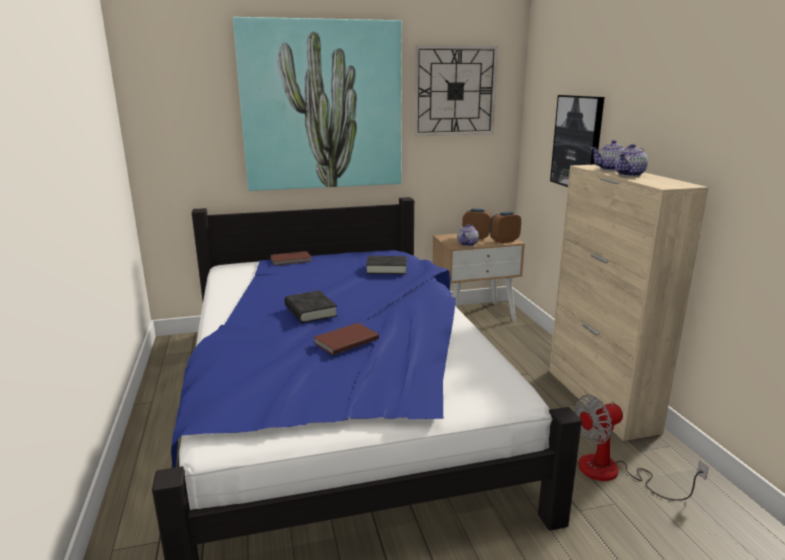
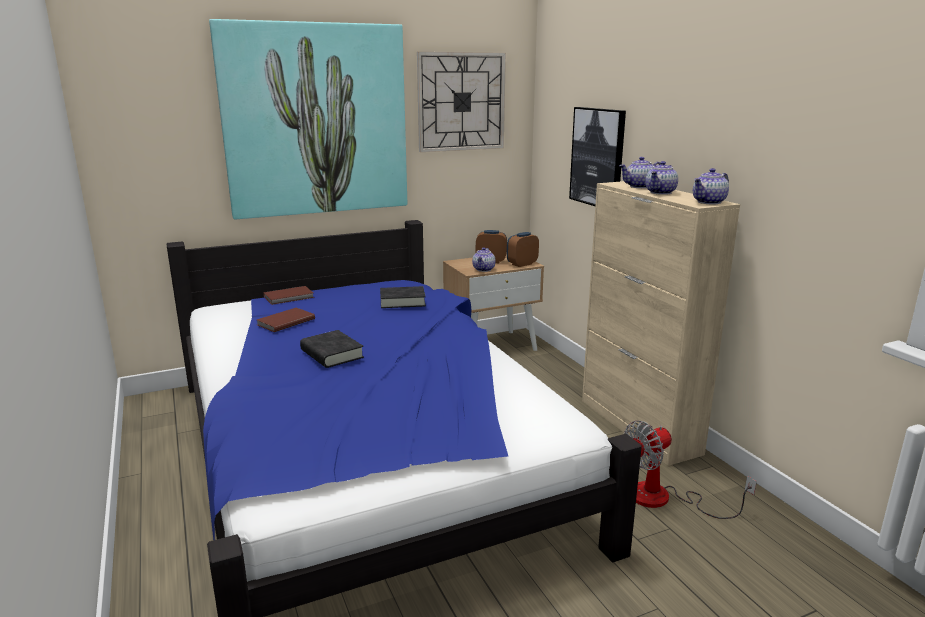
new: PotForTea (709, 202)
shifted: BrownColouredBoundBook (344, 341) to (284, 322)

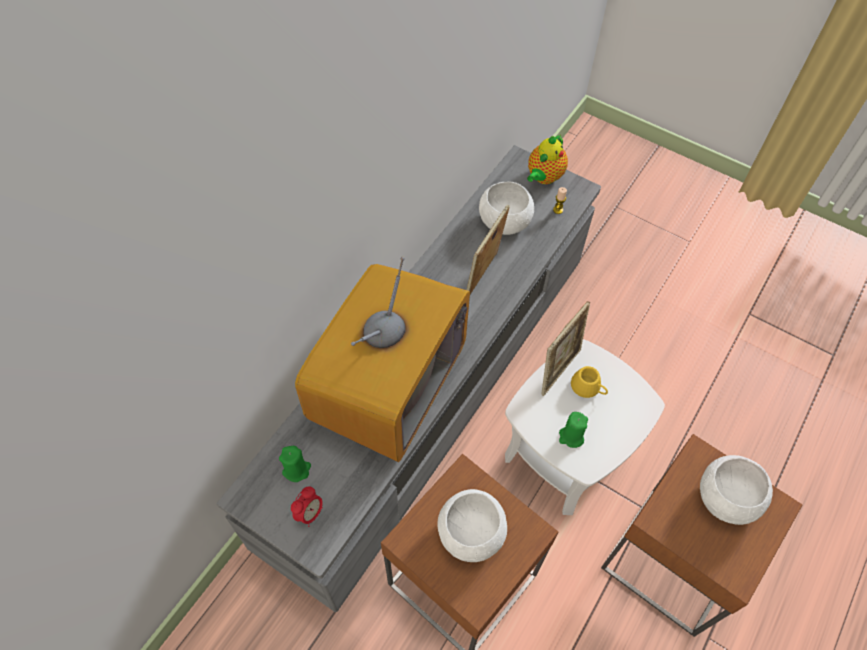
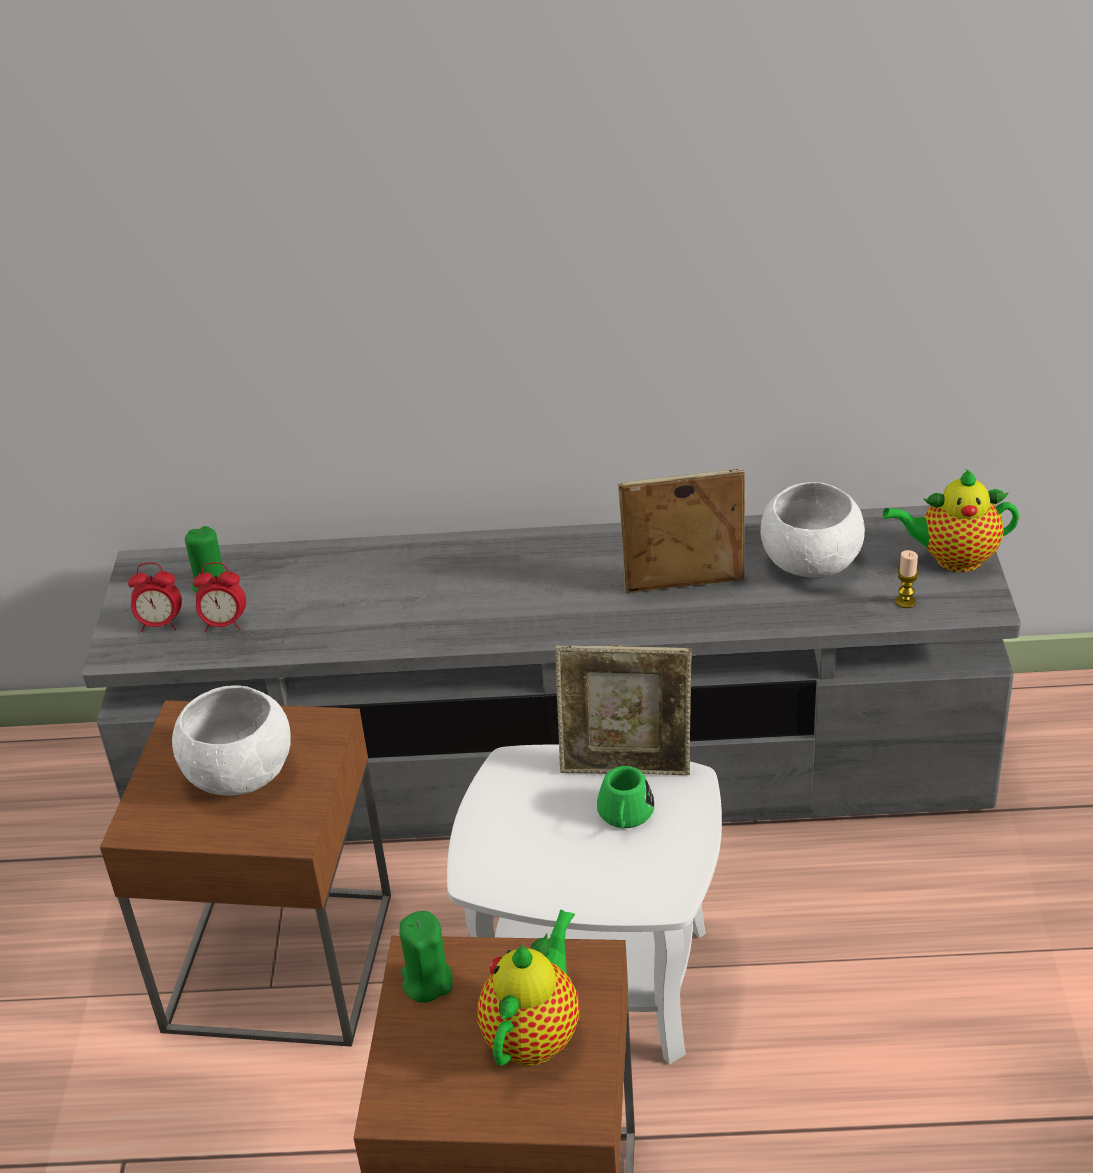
gone: TvSet (388, 386)
new: BedsideClock (224, 624)
shifted: GreenColouredWaxCandle (571, 436) to (427, 981)
swapped: WhitishDeepDish (727, 498) to PotForTea (535, 1034)
repainted: YellowColouredTeaMug (588, 388) to GreenColouredTeaMug (625, 816)

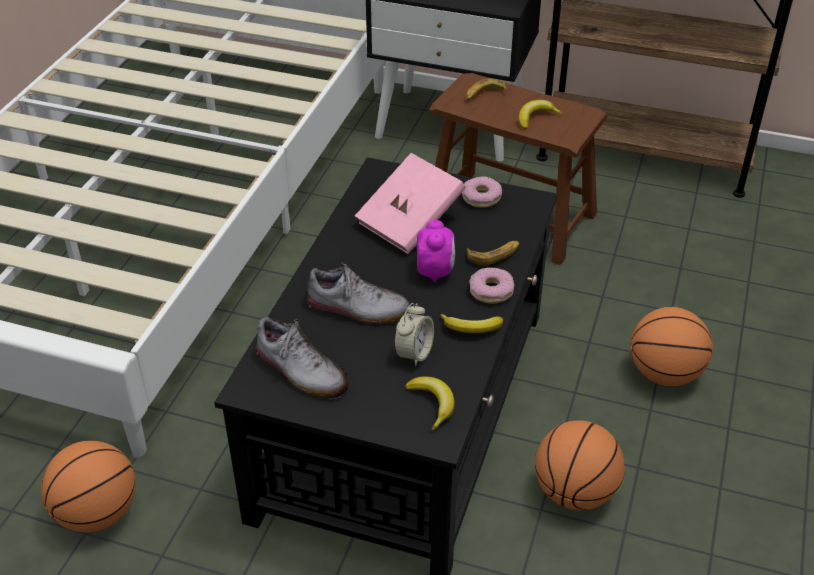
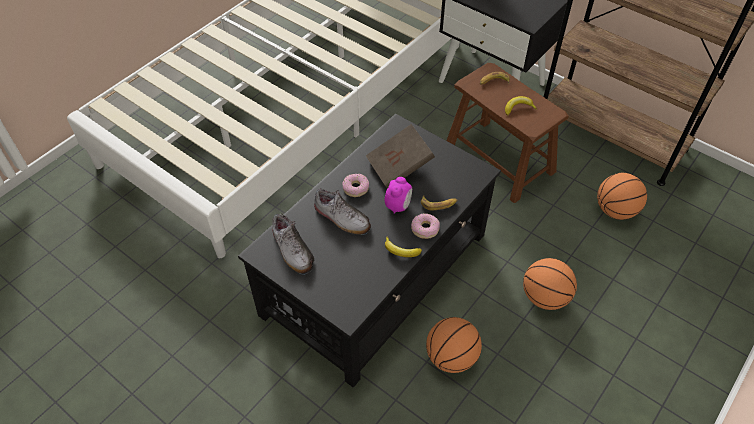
gone: BedsideClock (414, 353); Banana (432, 404)
shifted: BallForBasketball (97, 513) to (615, 210); RingDoughnut (481, 197) to (355, 188)
repainted: PinkBoundBook (410, 222) to BrownColouredBoundBook (399, 167)

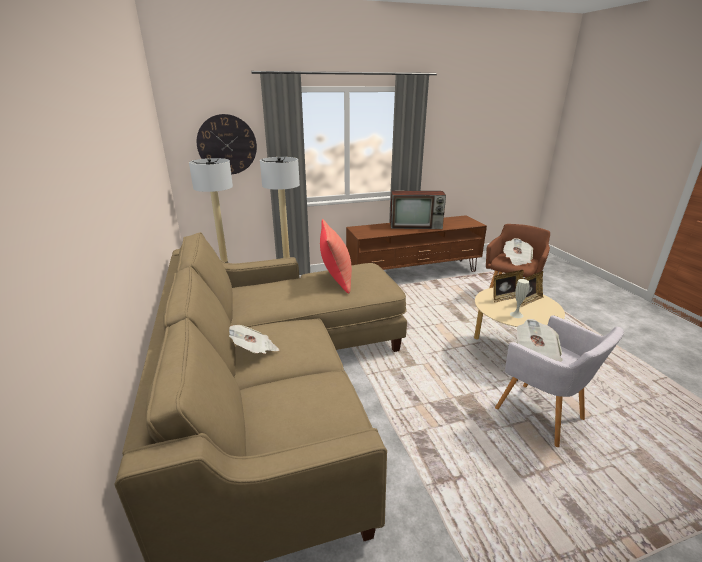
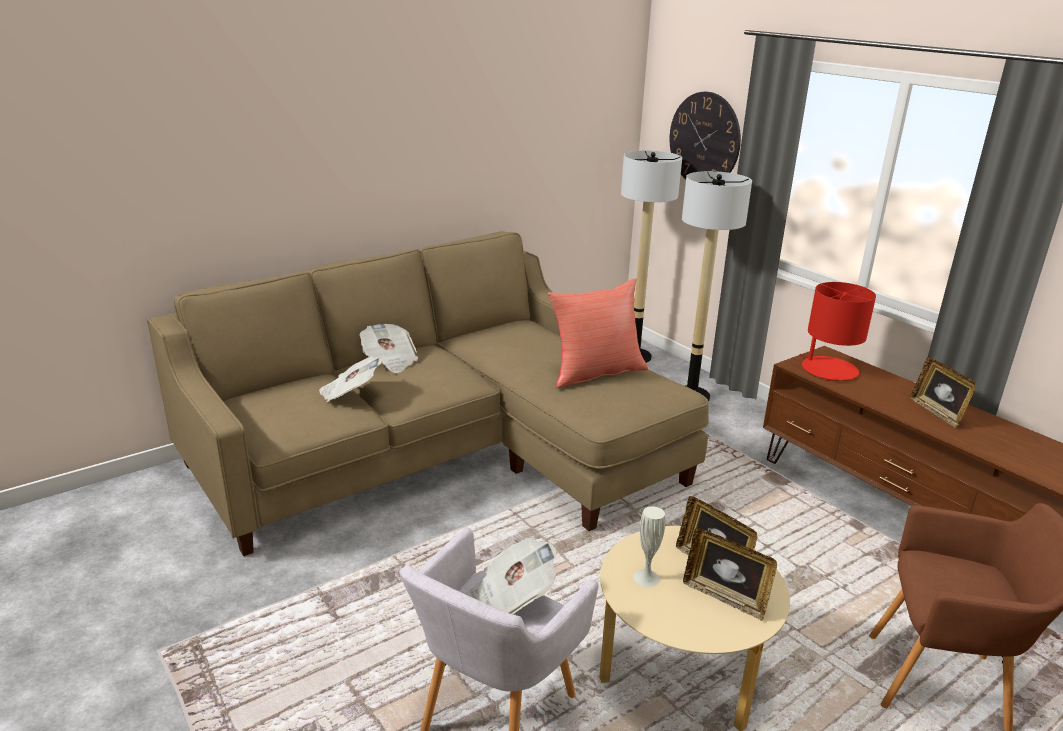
new: RedTableLamp (828, 369)
shifted: Newspaper (516, 260) to (350, 393)
swapped: TvSet (416, 226) to PictureFrame (937, 412)

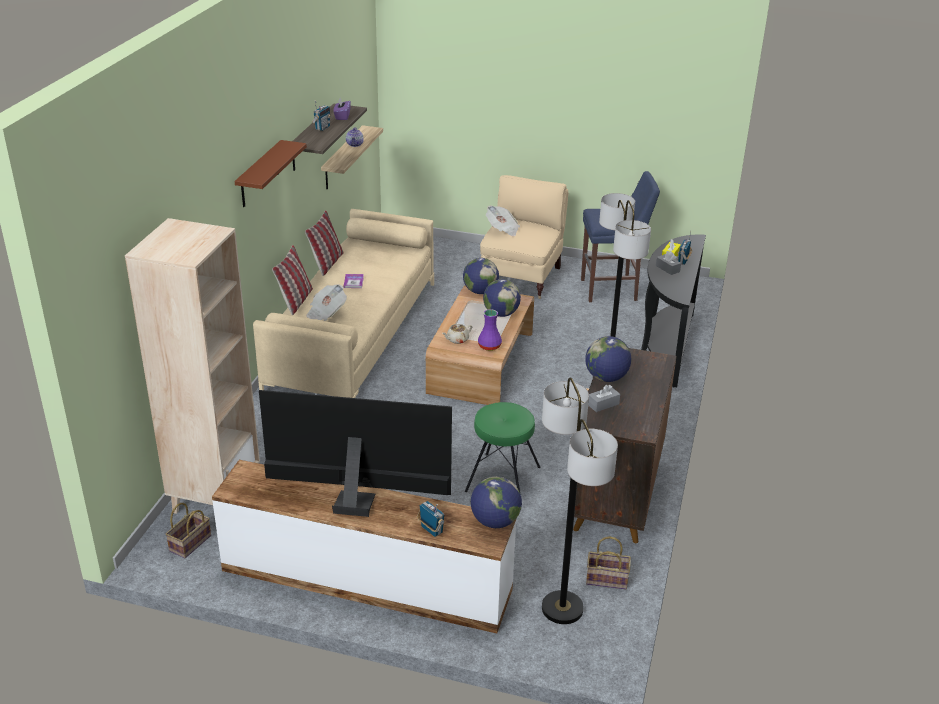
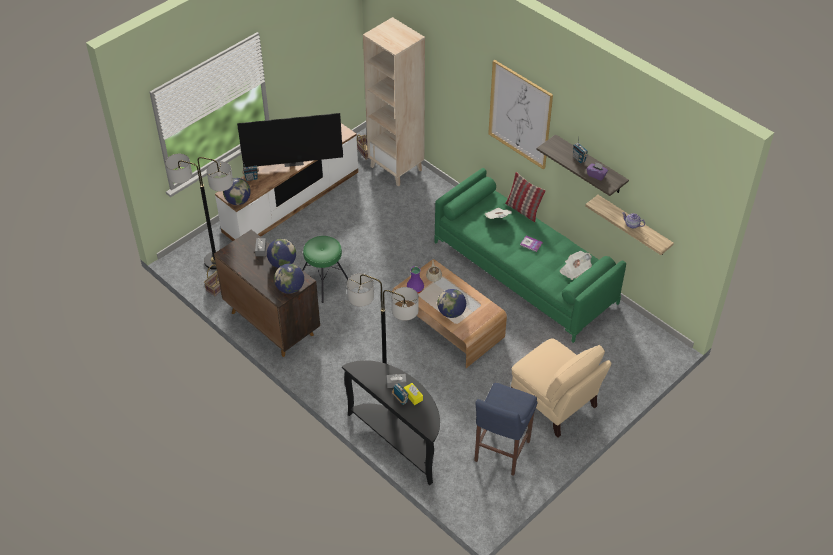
gone: ThrowPillow (327, 263)
shifted: Globe (480, 291) to (290, 288); Newspaper (502, 229) to (574, 270)
swapped: BrownColouredShelf (259, 174) to Picture (520, 114)
repainted: SandColouredSofa (353, 335) to GreenColouredSofa (524, 272)
rotated: TvSet (355, 499) = (293, 161) 45 degrees clockwise

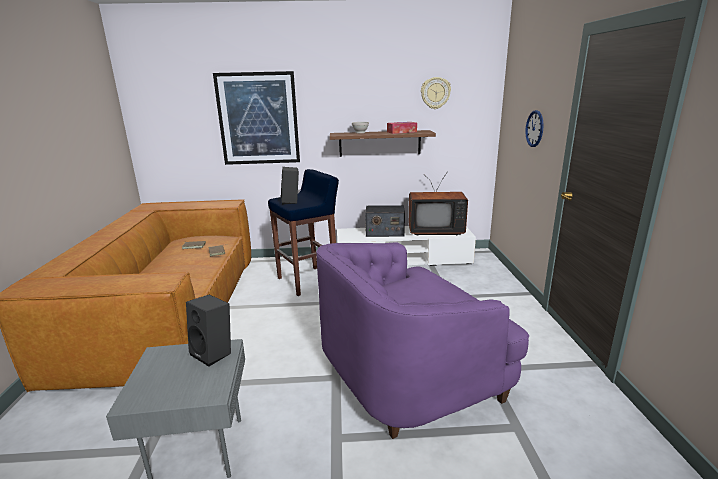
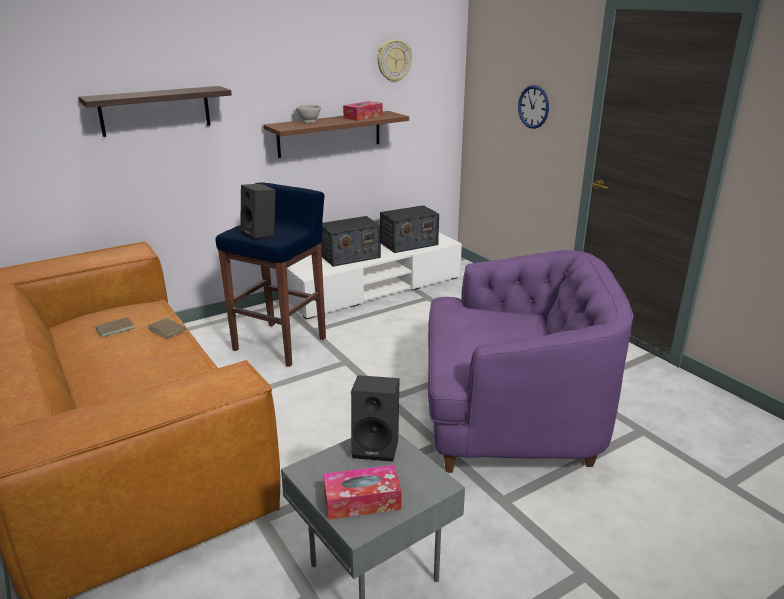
new: BoxOfTissues (362, 501)
swapped: Picture (258, 119) to Shelf (155, 111); TvSet (434, 231) to RadioSet (408, 244)
rotated: PurpleColouredLoungeChair (409, 374) = (509, 416) 120 degrees counterclockwise

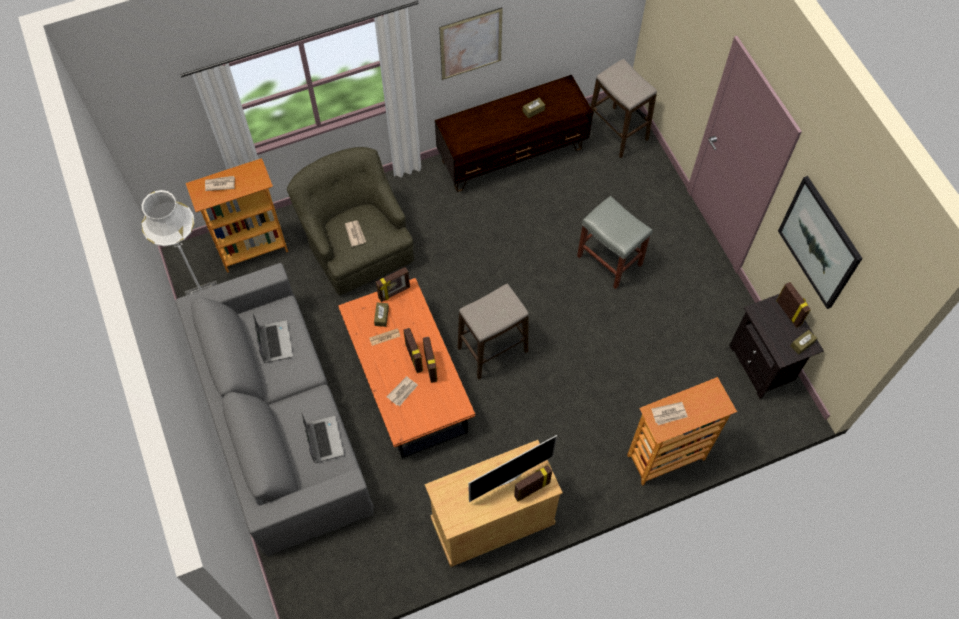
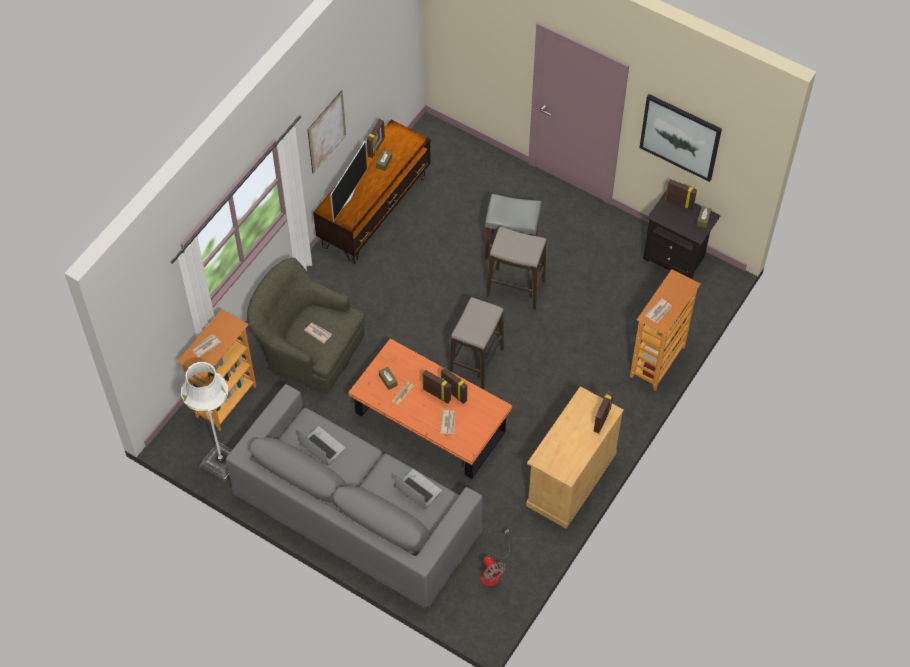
new: CoolingFan (493, 571)
shifted: PictureFrame (394, 293) to (376, 147); TvSet (509, 477) to (347, 197); StoolSeat (617, 132) to (515, 289)

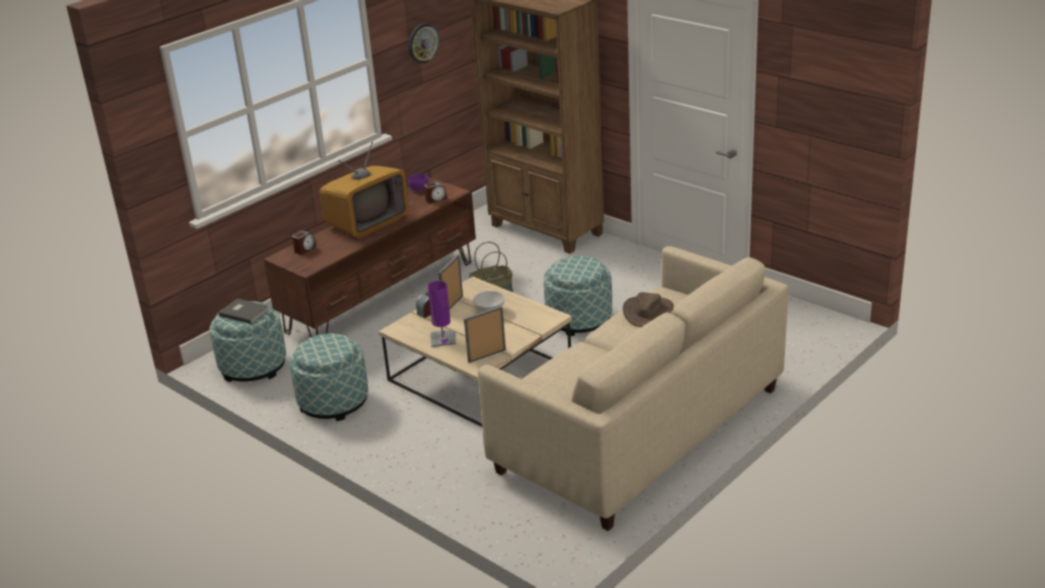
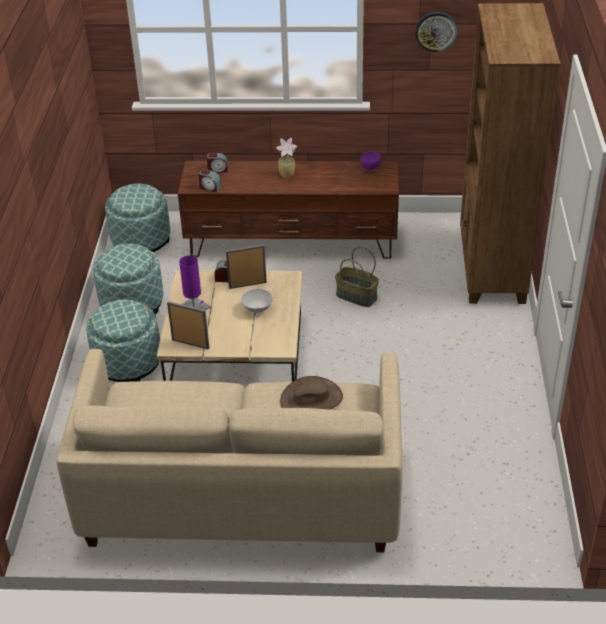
gone: GreyishBoundBook (244, 312)
shifted: BedsideClock (435, 199) to (210, 187); Pouffe (579, 319) to (128, 362)
swapped: TvSet (367, 223) to Houseplant (287, 174)

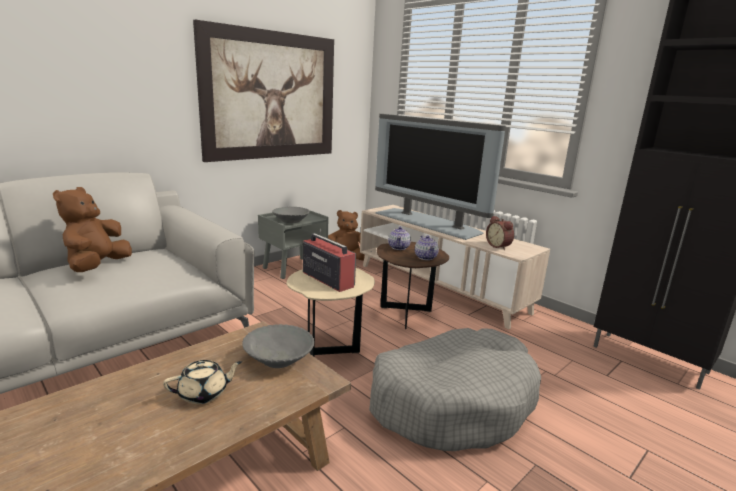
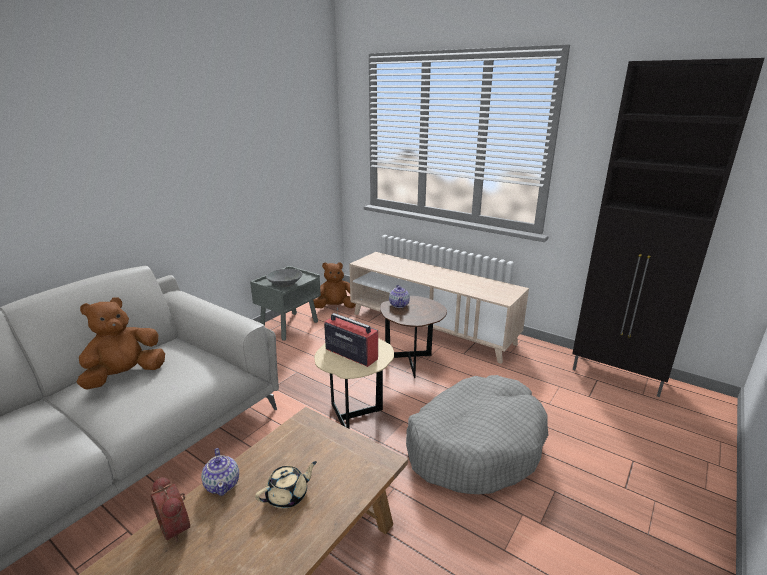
gone: Picture (271, 96); GreyishDeepDish (279, 359); TvSet (428, 222)
shifted: PotForTea (426, 257) to (222, 484); BedsideClock (499, 246) to (177, 526)
rotated: BrownColouredSoftToy (97, 267) = (125, 376) 45 degrees clockwise

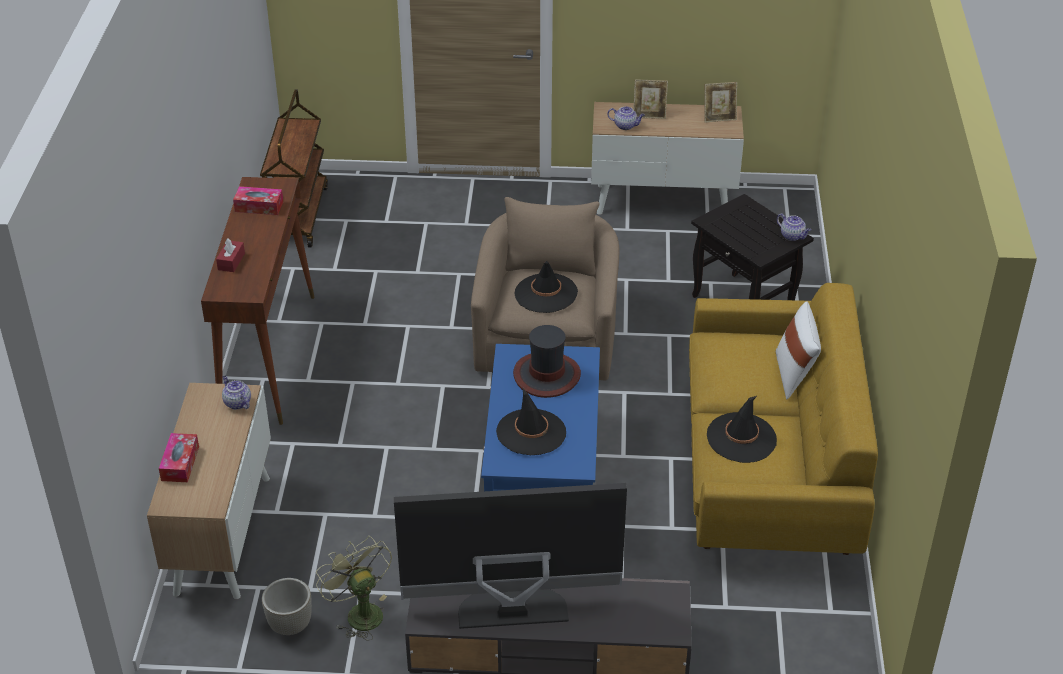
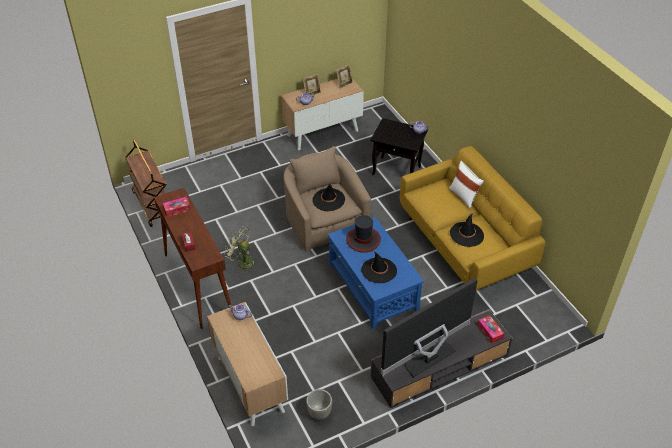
shifted: BoxOfTissues (180, 463) to (490, 332); GreenColouredCoolingFan (359, 612) to (242, 262)

